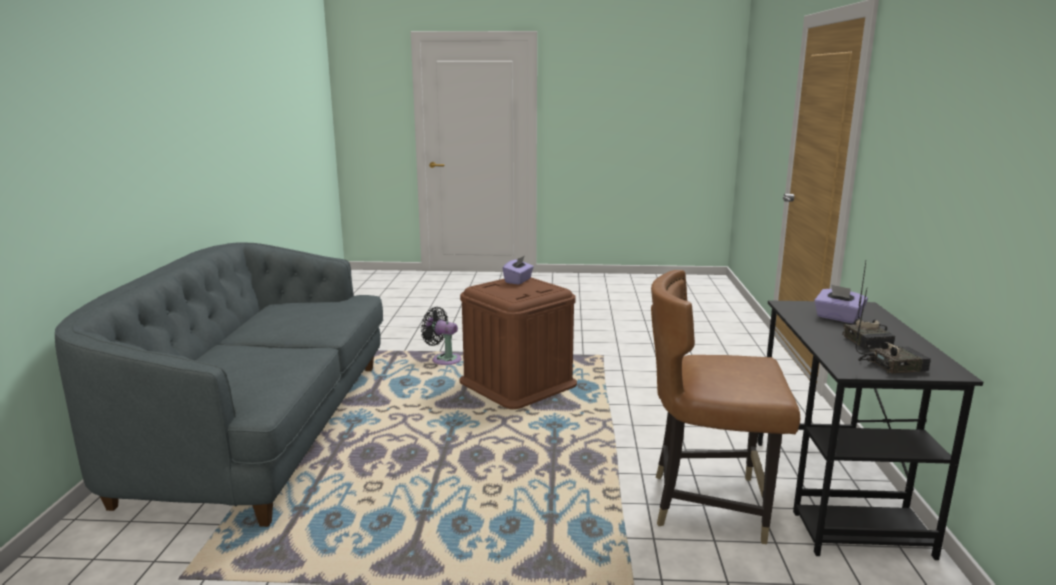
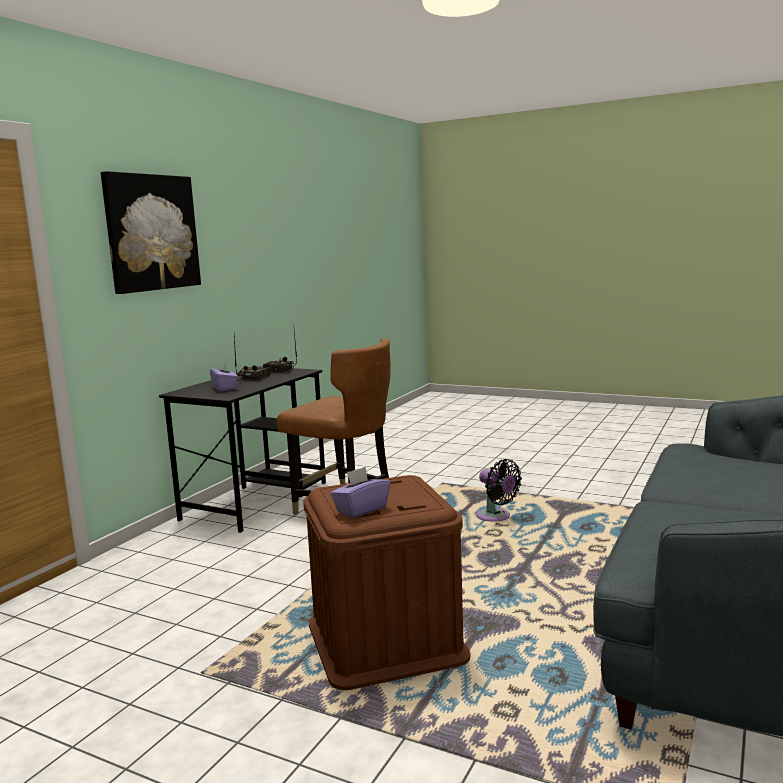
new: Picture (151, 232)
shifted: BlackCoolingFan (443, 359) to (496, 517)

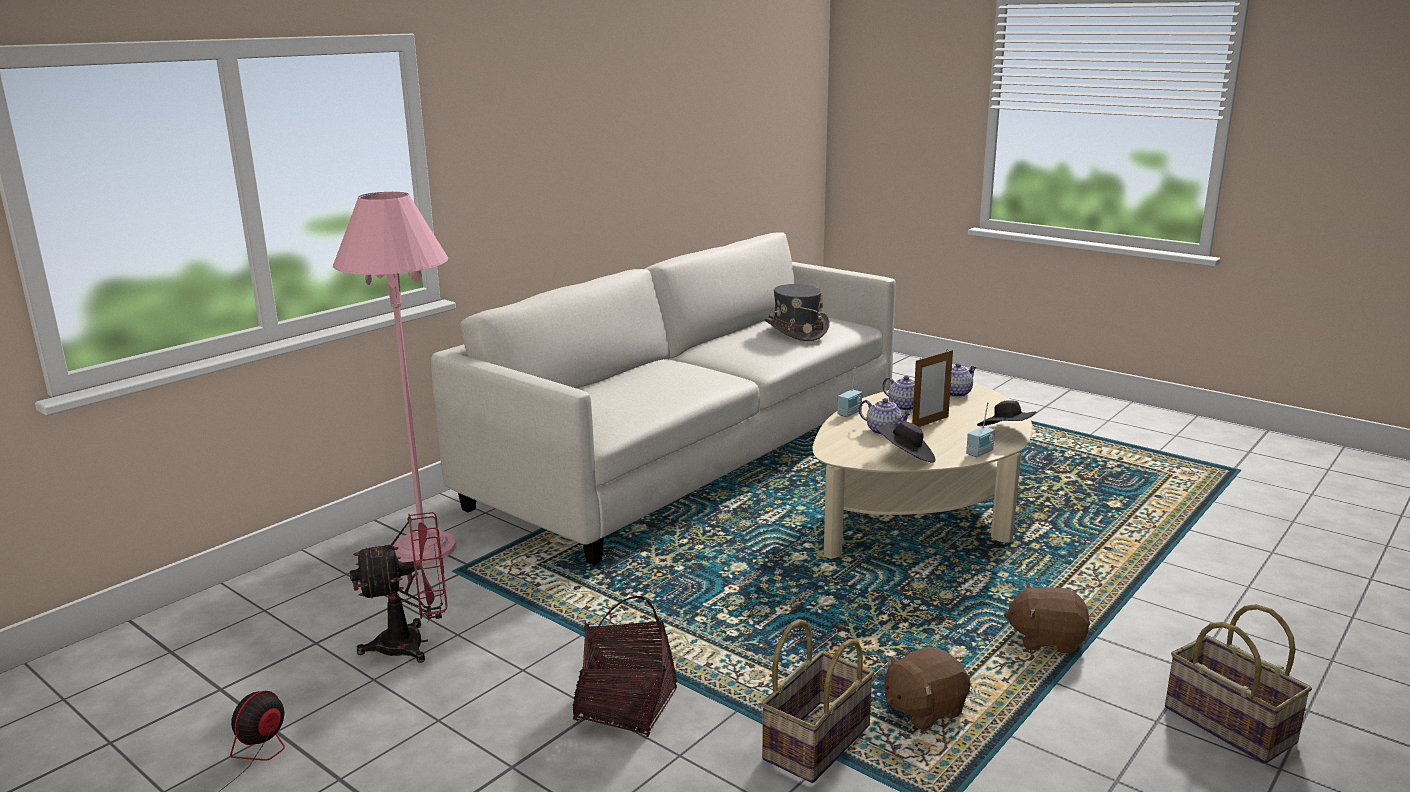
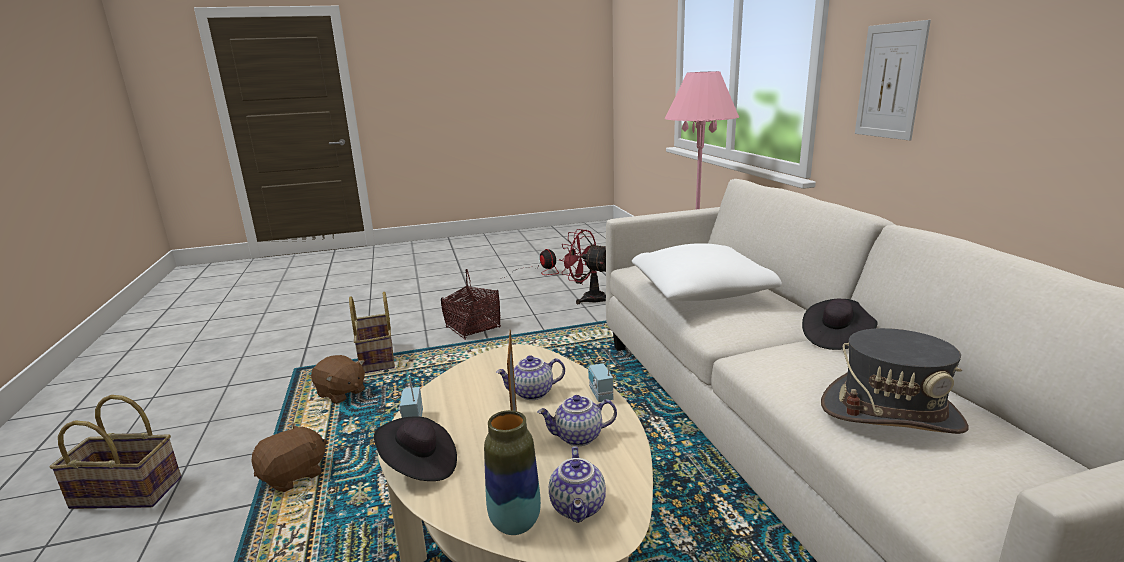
new: FlowerVase (515, 523); WhitishThrowPillow (701, 291); Picture (890, 81)
shifted: BlackWearableHat (906, 457) to (836, 338)
rotated: RedCoolingFan (414, 644) = (588, 298) 105 degrees clockwise; BrownColouredSoftToy (923, 710) = (341, 393) 120 degrees clockwise

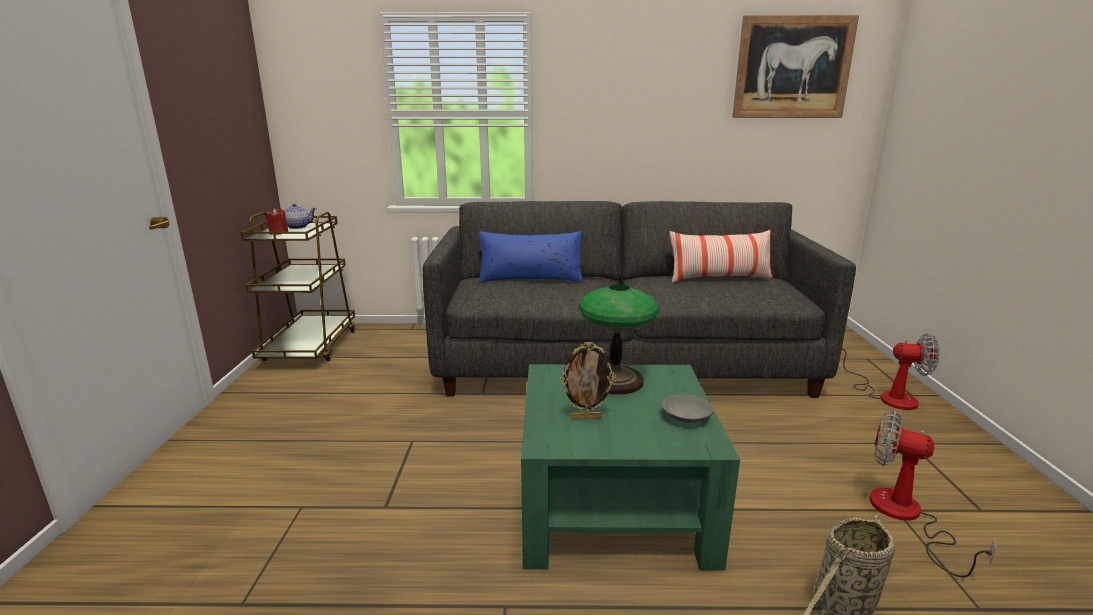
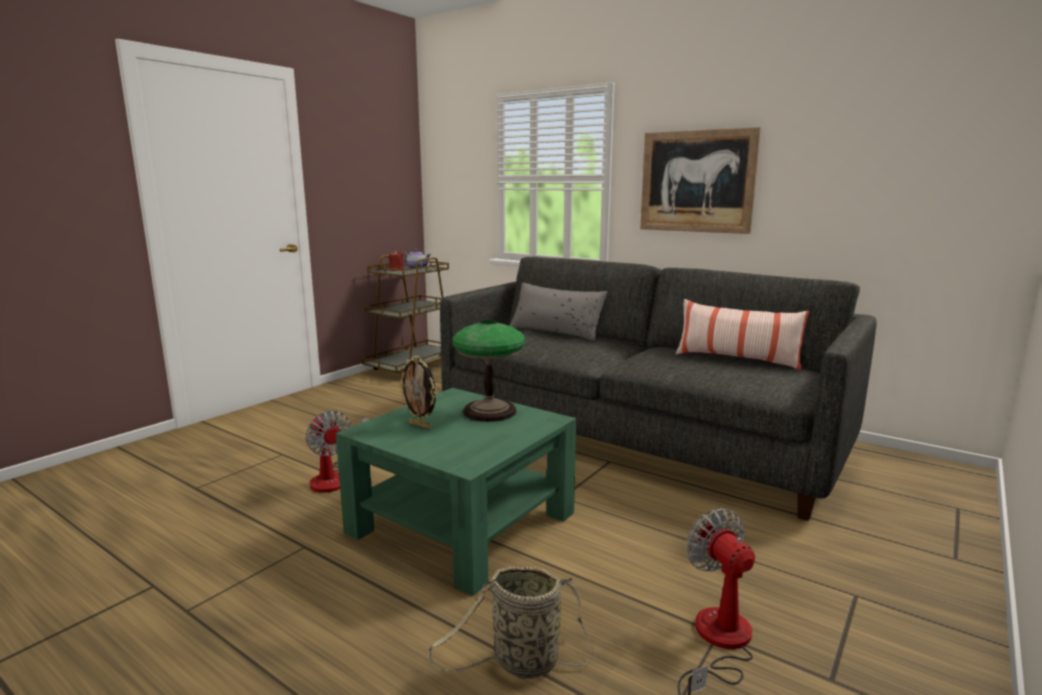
gone: GreyishDeepDish (685, 417)
shifted: Picture (792, 68) to (696, 181); CoolingFan (887, 395) to (336, 477)
repainted: BluishThrowPillow (530, 279) to GreyishThrowPillow (556, 331)

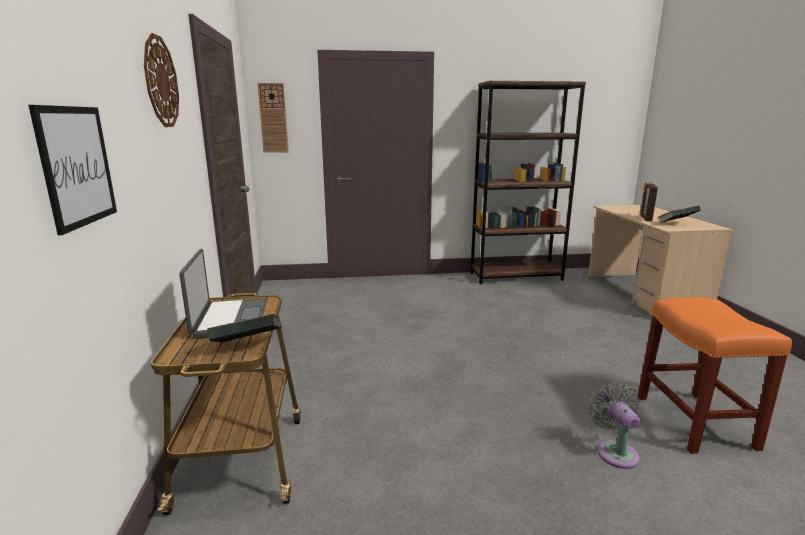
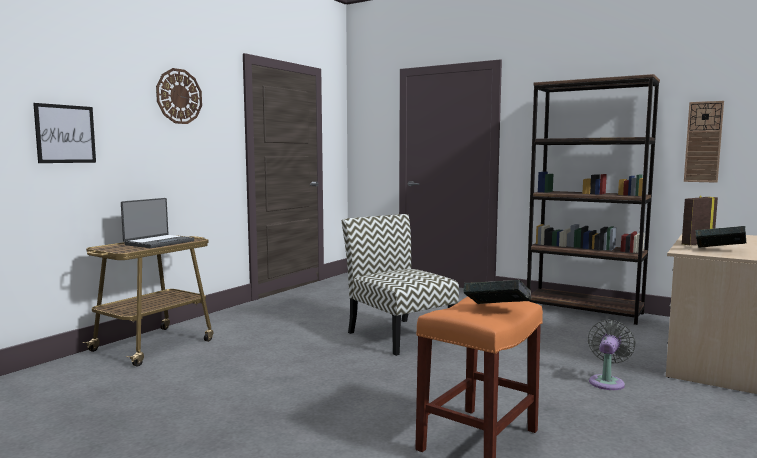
new: PlainChair (398, 335)
shifted: BoundBook (248, 347) to (496, 310); WallClock (273, 118) to (703, 142); GreyishCoolingFan (615, 451) to (607, 382)

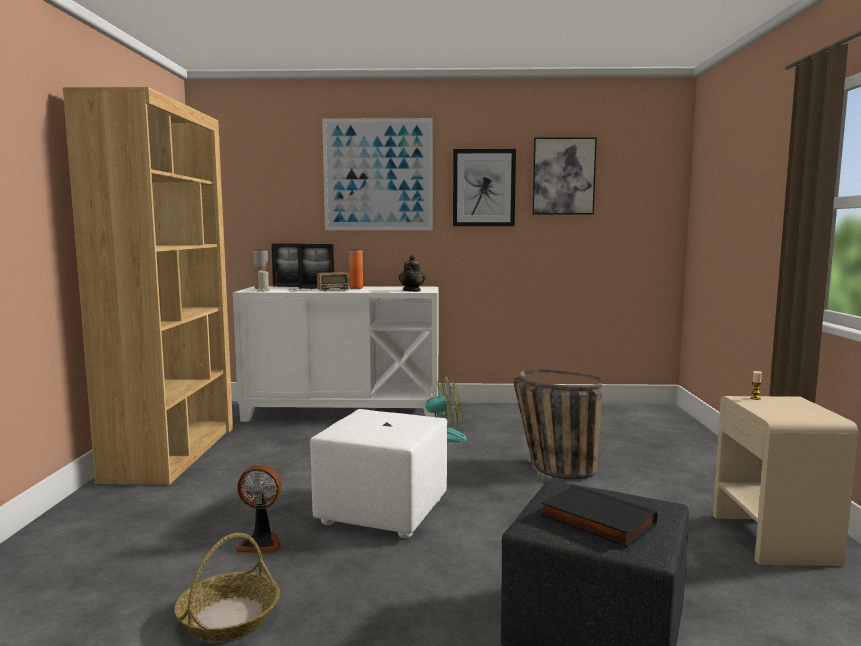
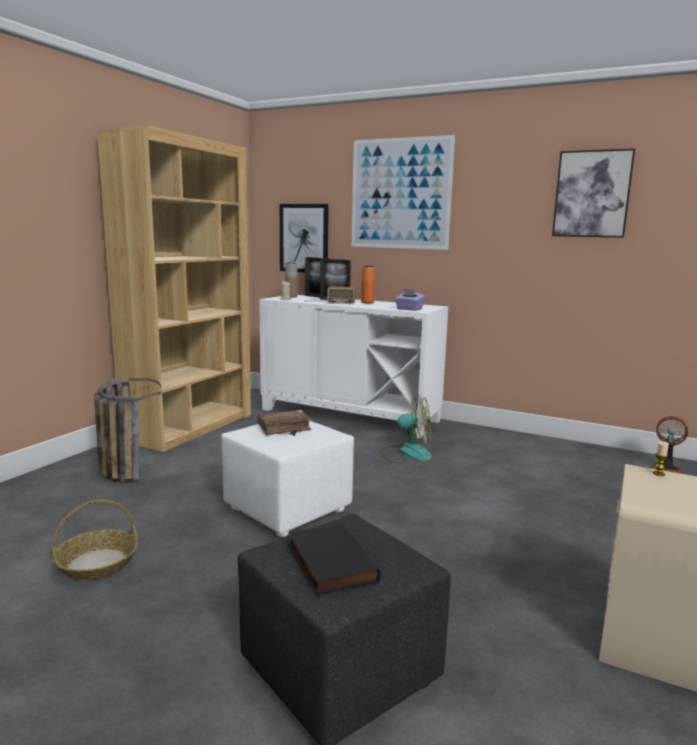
new: BrownColouredBoundBook (284, 428)
shifted: CoolingFan (261, 543) to (666, 468); Picture (483, 188) to (304, 238); HouseholdBasket (549, 467) to (123, 467)
swapped: PotForTea (412, 291) to PurpleColouredBoxOfTissues (409, 309)

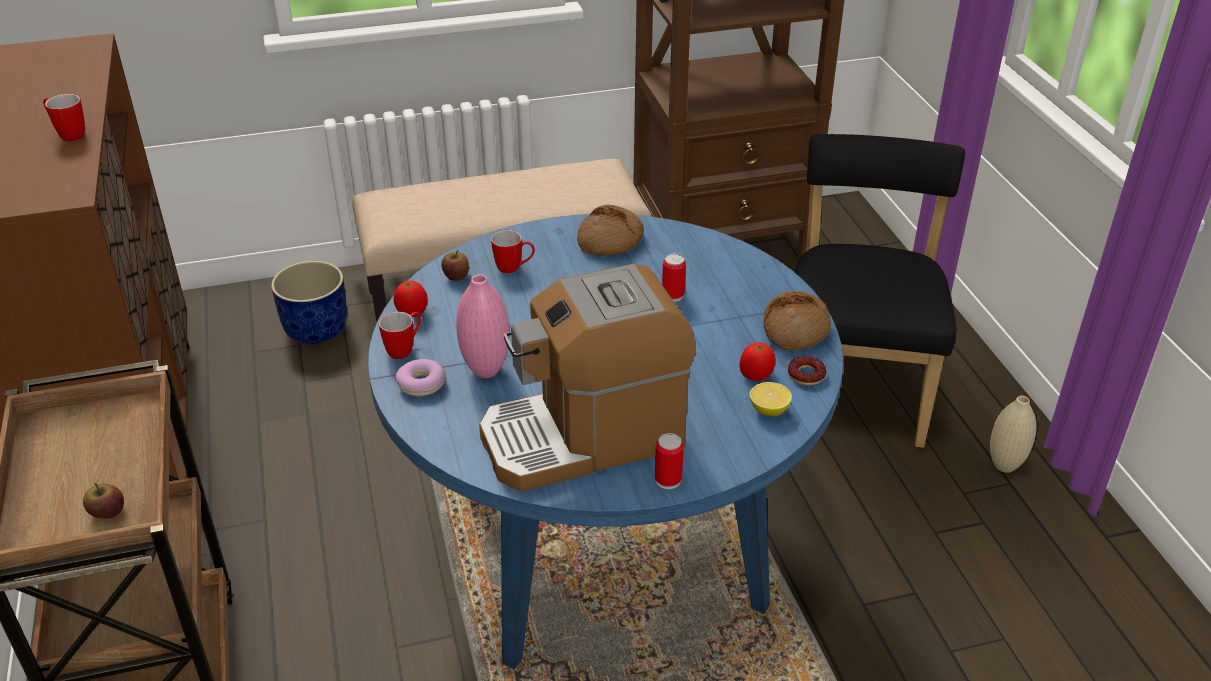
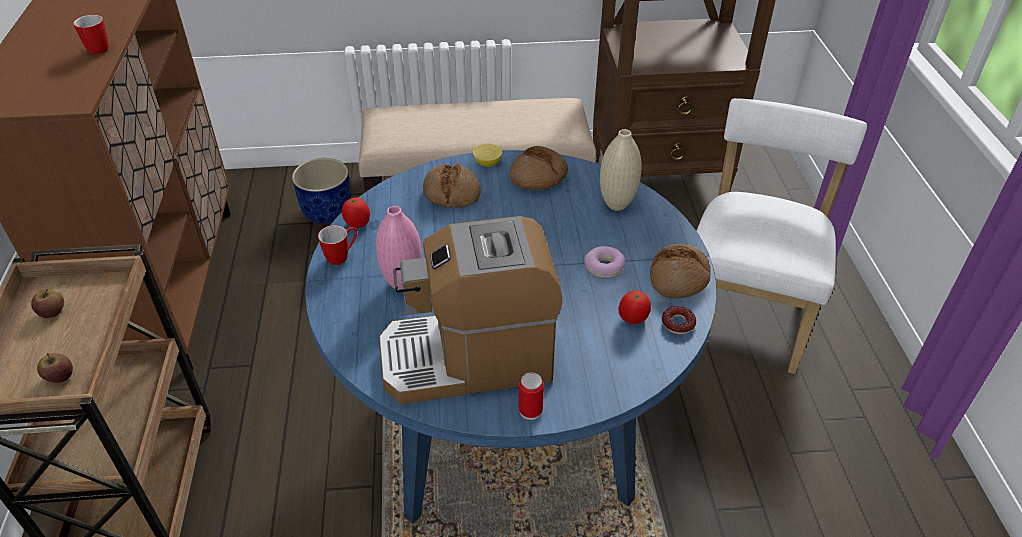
gone: Can (673, 295)
shifted: RingDoughnut (421, 384) to (604, 267); AppleFruit (456, 276) to (52, 311); CitrusFruit (769, 410) to (487, 163); SandColouredFlowerVase (1004, 466) to (616, 205)
swapped: TeaMug (514, 268) to BakedBread (452, 193)
repainted: BlackPlainChair (854, 388) to WhitishPlainChair (745, 312)

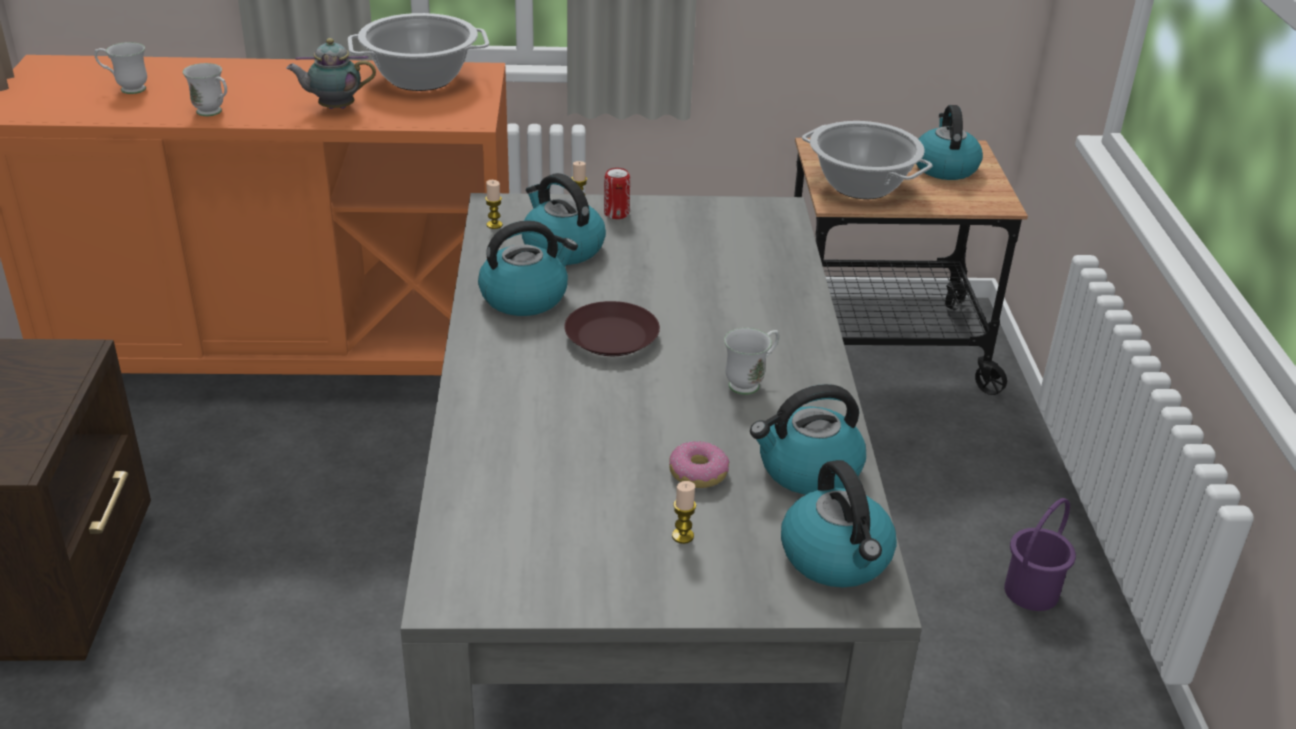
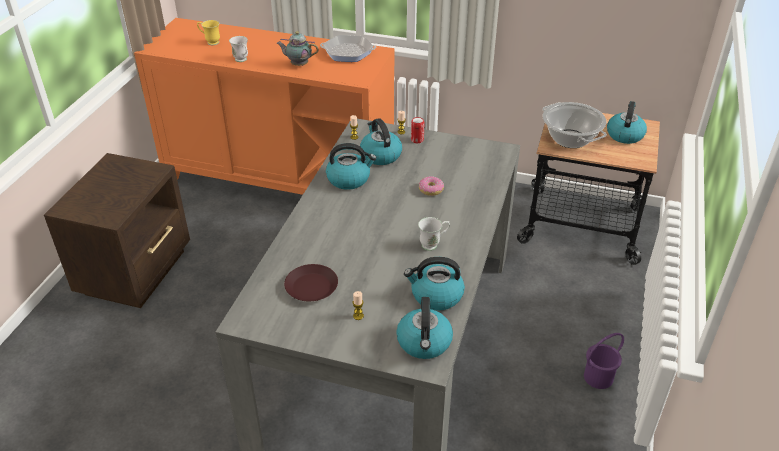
shifted: BrownColouredPlate (612, 337) to (312, 287); RingDoughnut (698, 473) to (431, 190)
swapped: Stockpot (421, 78) to FryingPan (348, 52)
repainted: WhitishTeaMug (126, 89) to YellowColouredTeaMug (210, 42)

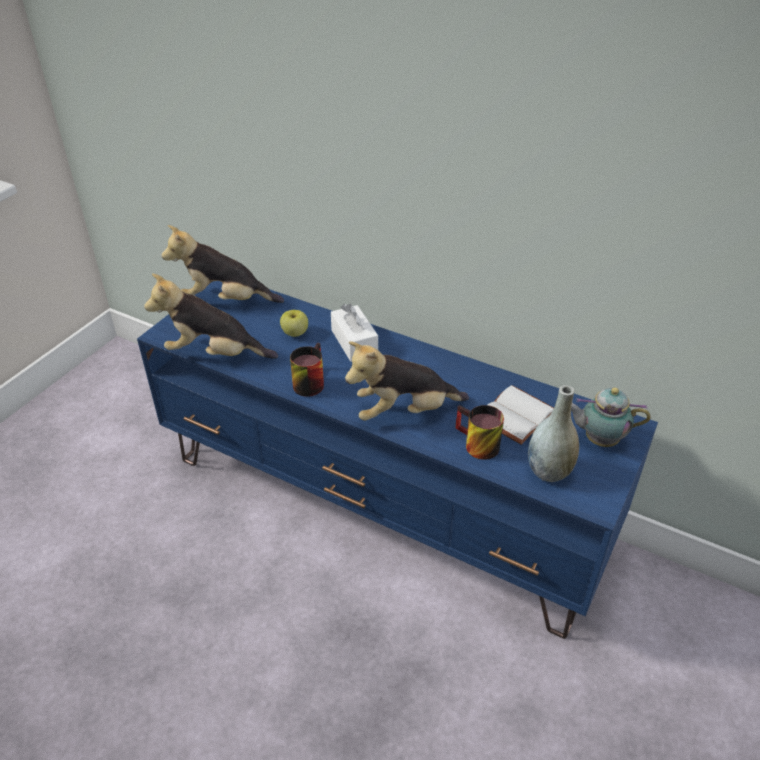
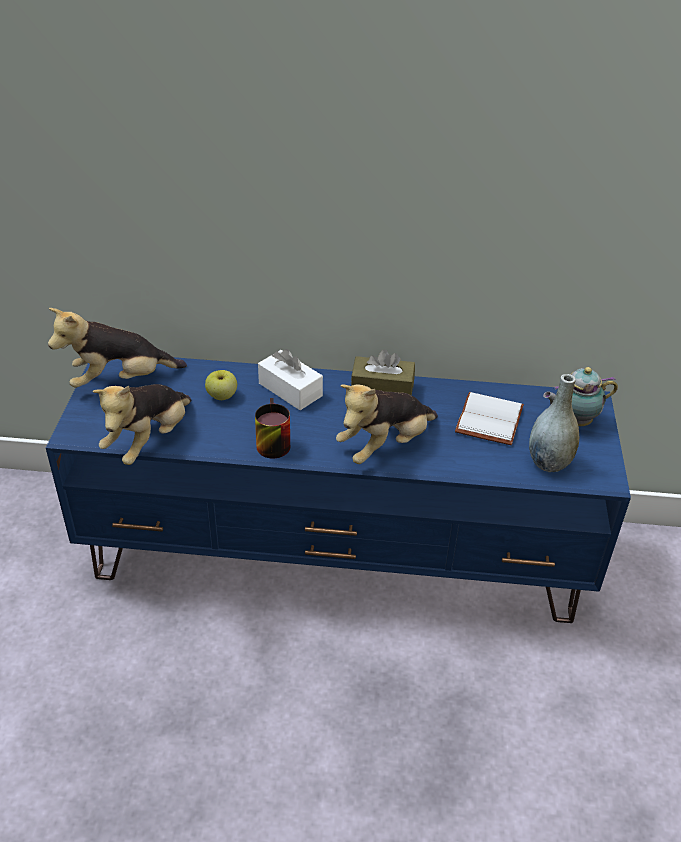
gone: TeaMug (475, 445)
new: BrownColouredBoxOfTissues (382, 389)
rotated: SoftToy (214, 354) = (149, 440) 45 degrees counterclockwise

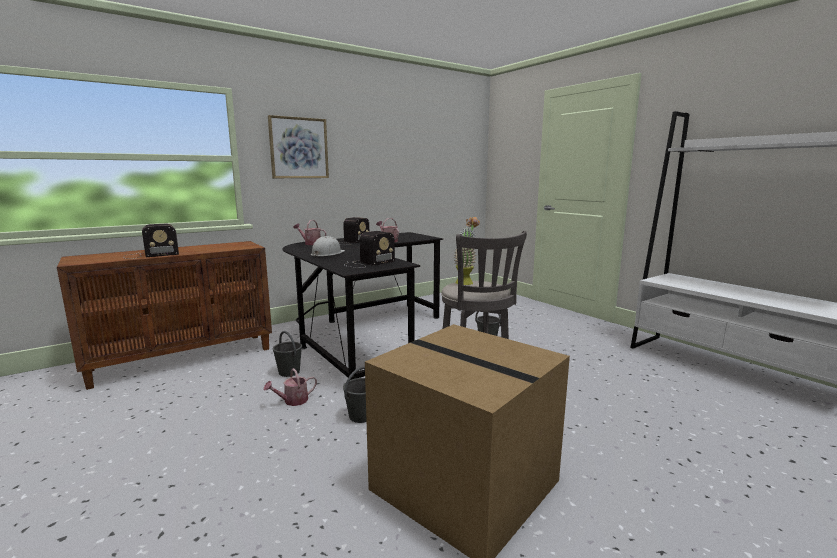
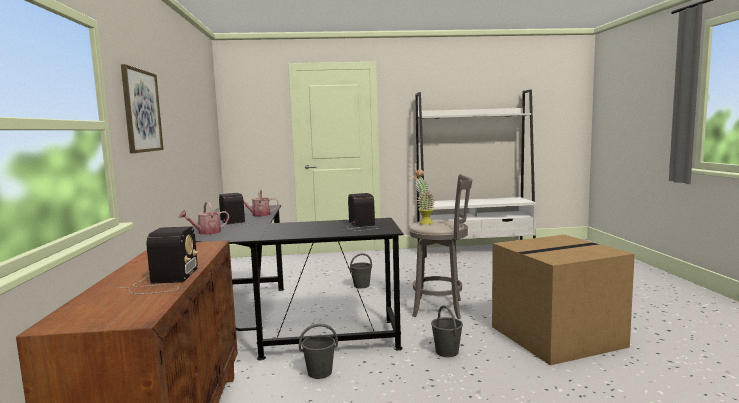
gone: SprinklingCan (292, 401); WhitishSafetyHelmet (327, 254)

